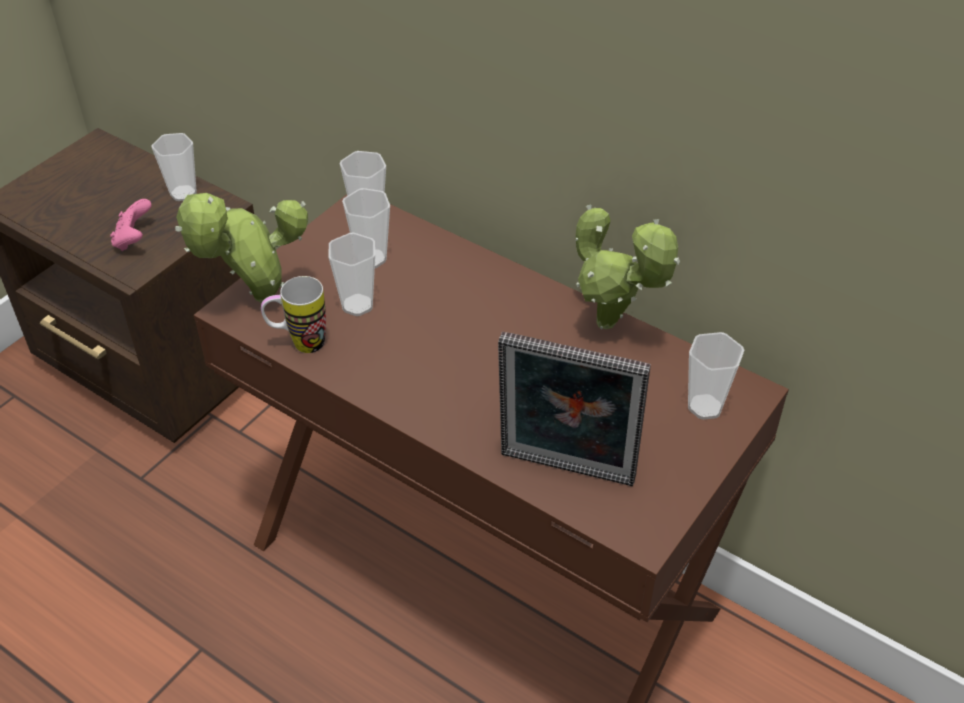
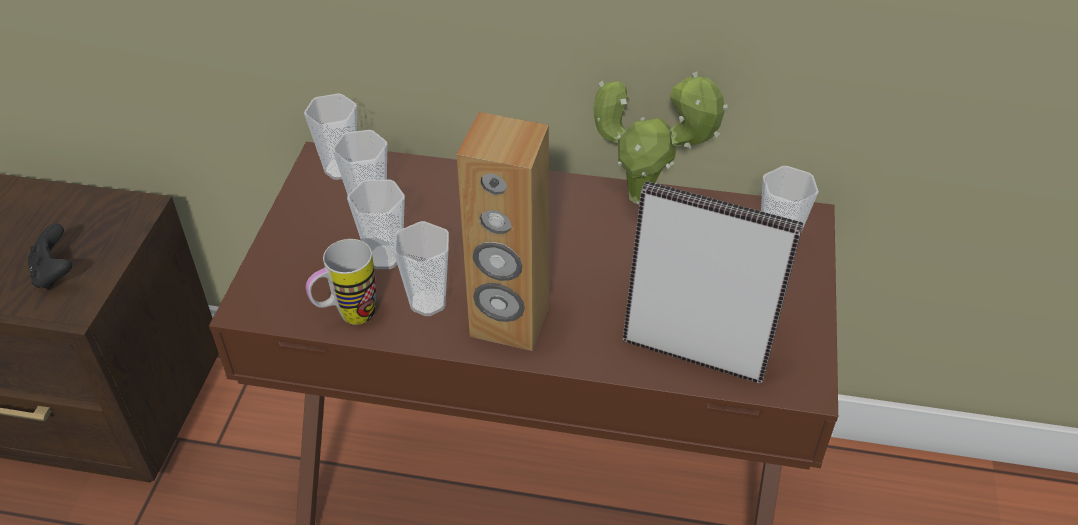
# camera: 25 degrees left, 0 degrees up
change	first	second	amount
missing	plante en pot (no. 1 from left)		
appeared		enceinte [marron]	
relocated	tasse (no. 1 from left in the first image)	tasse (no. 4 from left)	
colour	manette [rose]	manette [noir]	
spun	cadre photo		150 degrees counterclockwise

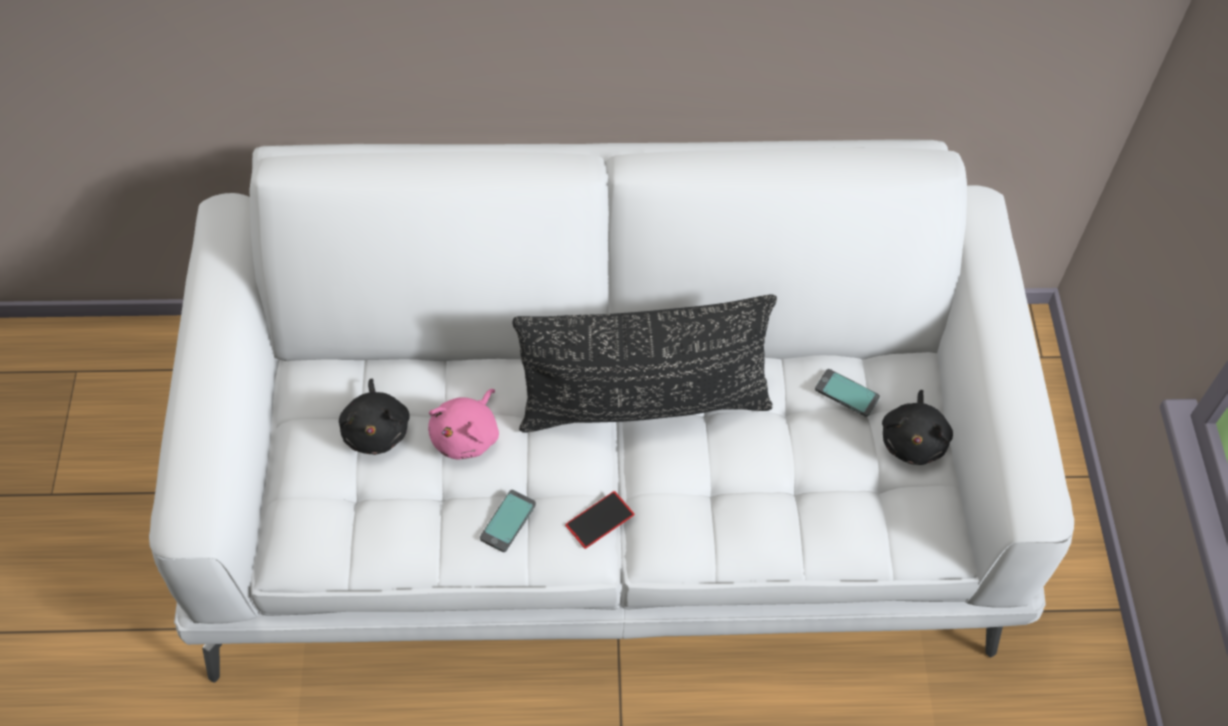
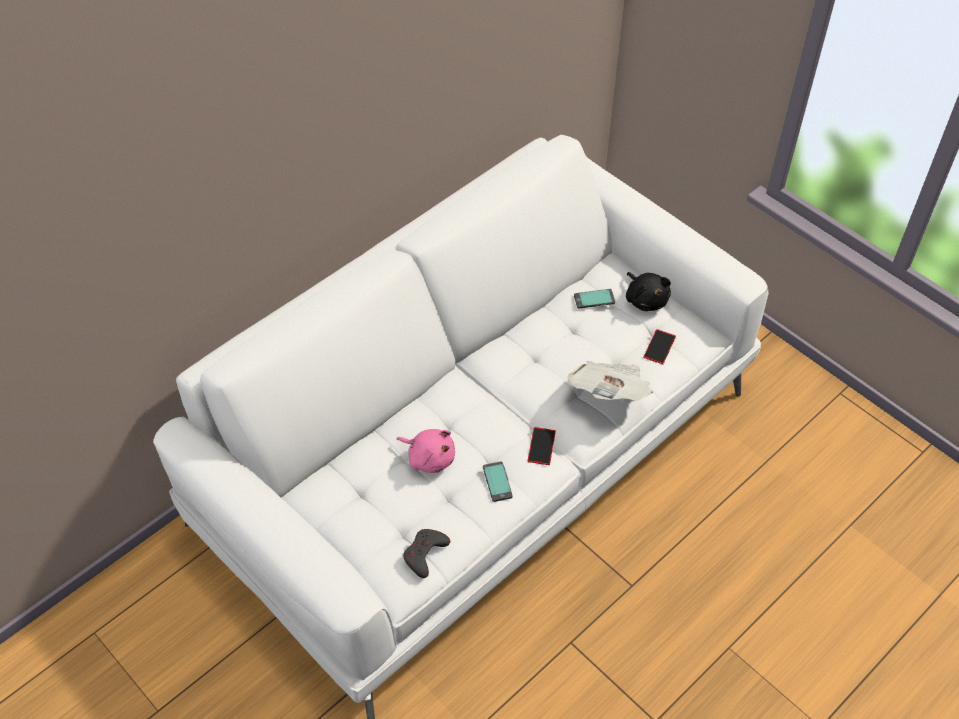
# camera: 40 degrees left, 5 degrees down
change	first	second	amount
missing	peluche [noir] (no. 1 from left)		
missing	coussin [noir]		
appeared		manette [gris]	
appeared		journal	
appeared		téléphone (no. 4 from left)	
spun	peluche [rose]		45 degrees counterclockwise

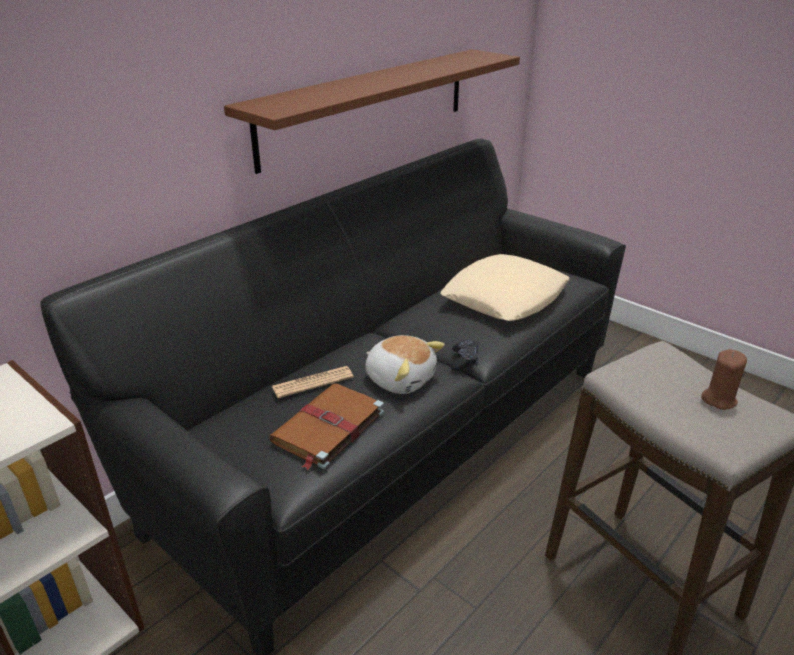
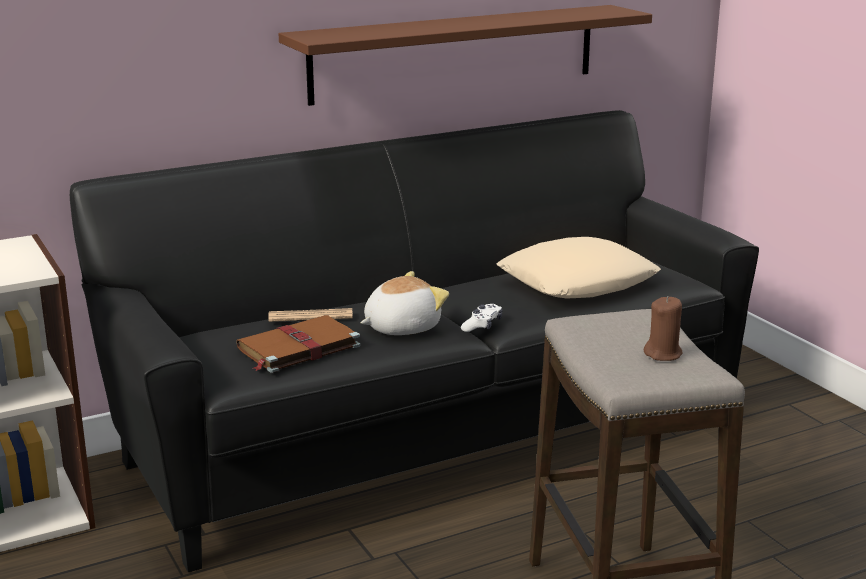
# camera: 20 degrees right, 10 degrees down
change	first	second	amount
colour	manette [noir]	manette [blanc]	
spun	peluche		90 degrees counterclockwise

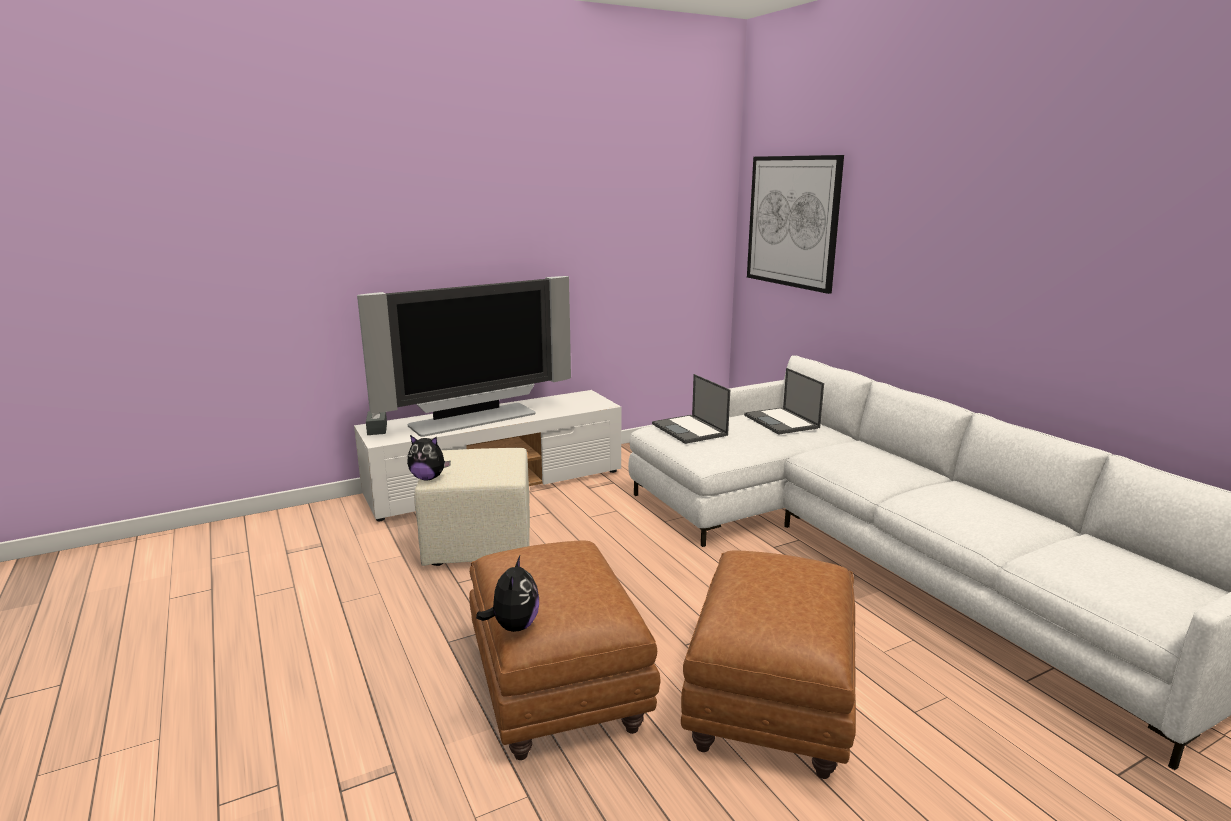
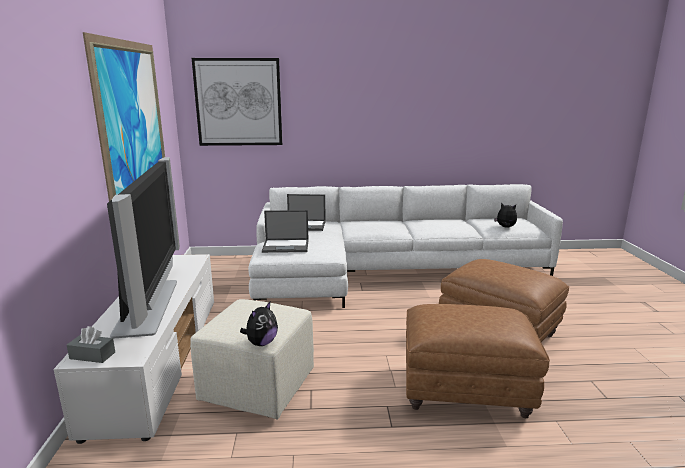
# camera: 65 degrees left, 0 degrees up
change	first	second	amount
appeared		tableau (no. 1 from left)	
relocated	peluche (no. 2 from left)		

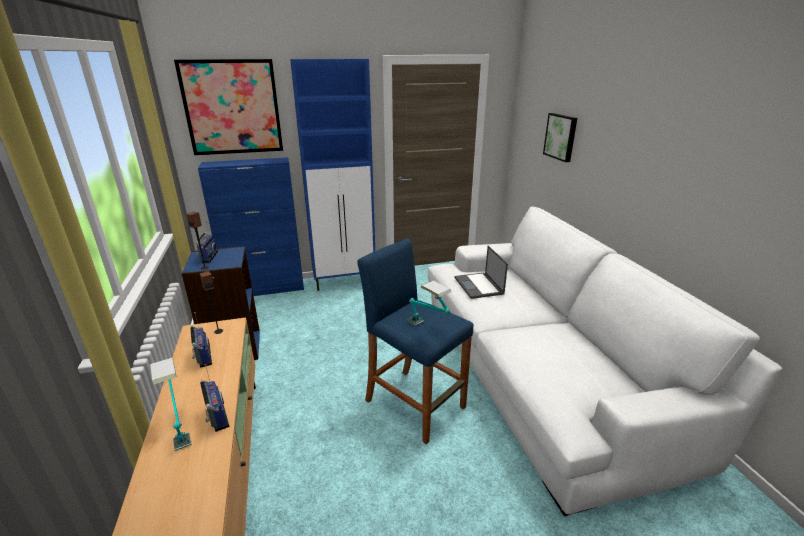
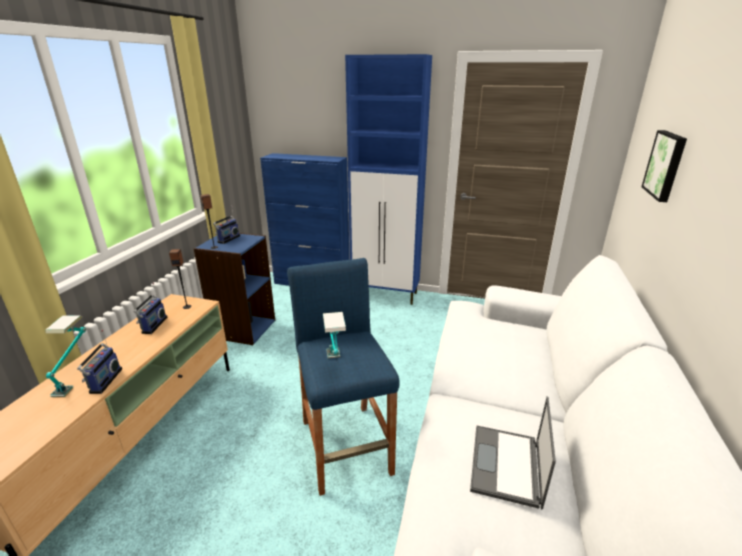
# camera: 30 degrees right, 0 degrees up
change	first	second	amount
missing	tableau (no. 1 from left)		
relocated	ordinateur portable		

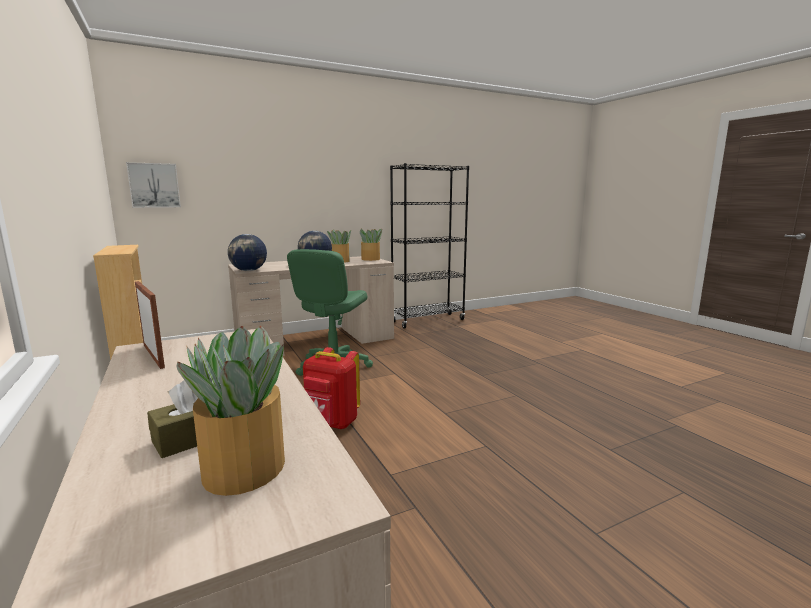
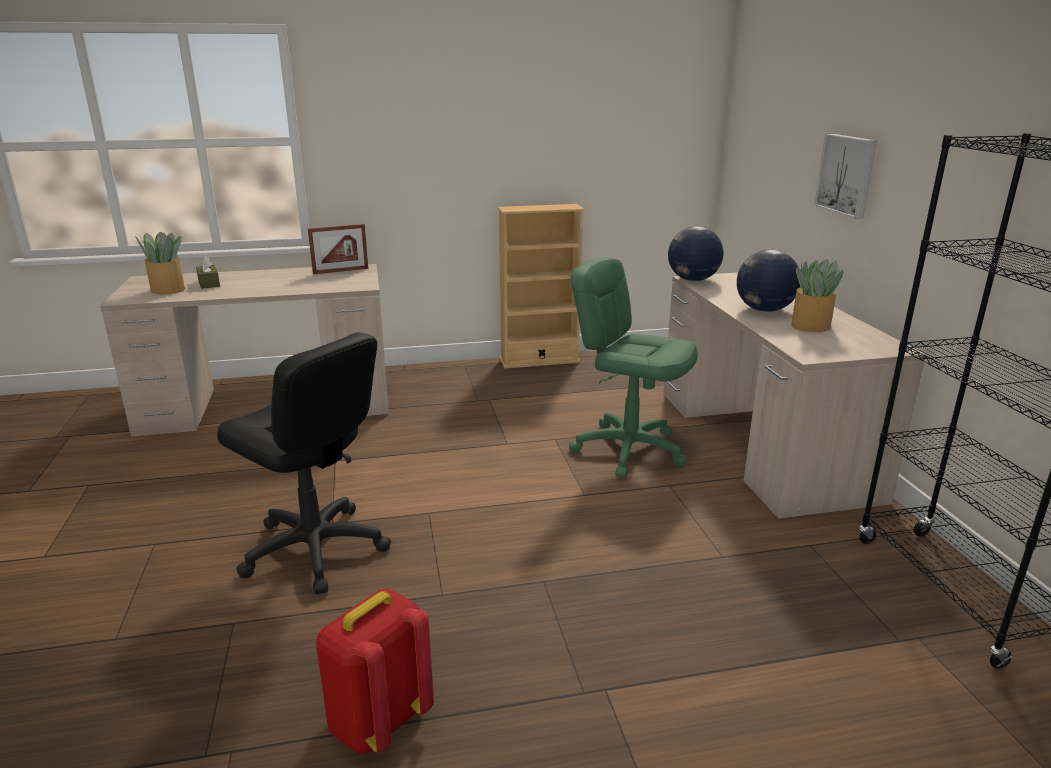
# camera: 105 degrees right, 10 degrees up
change	first	second	amount
missing	plante en pot (no. 3 from left)		
appeared		chaise de bureau [noir]	
relocated	tableau		
relocated	sac à dos [rouge]		

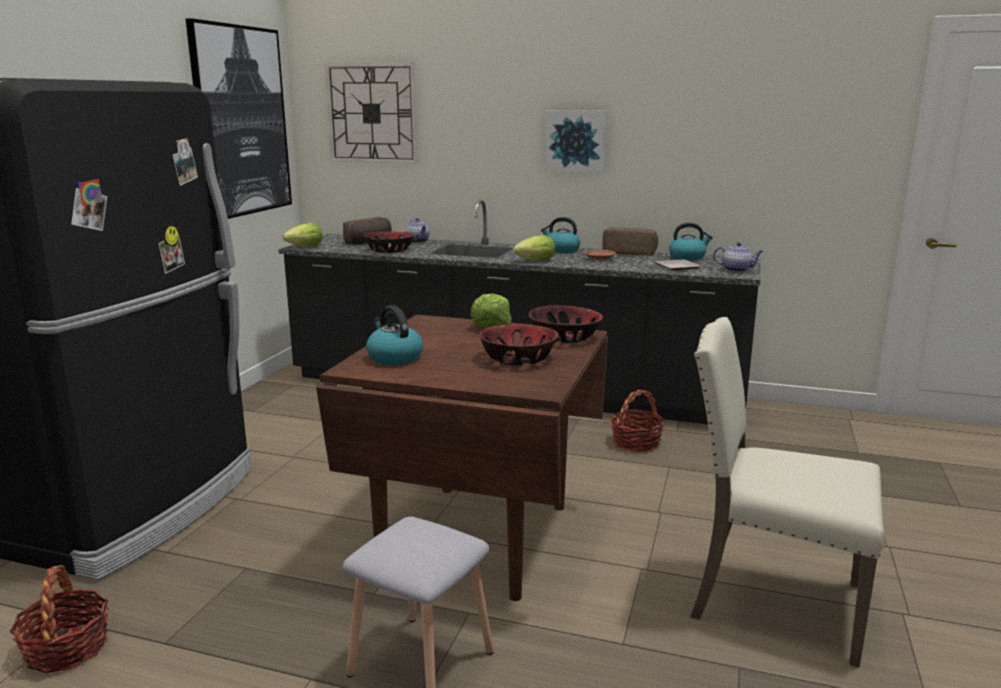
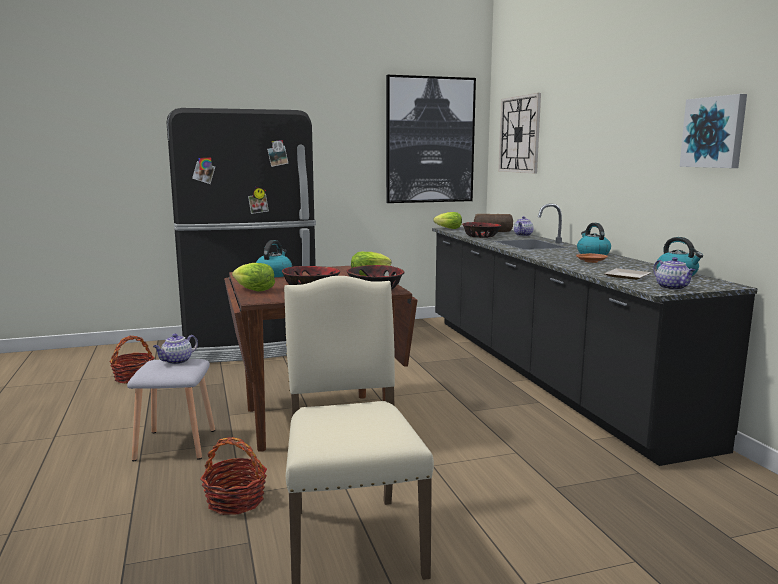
# camera: 55 degrees right, 5 degrees down
change	first	second	amount
missing	pain (no. 2 from left)		
appeared		théière (no. 1 from left)	
relocated	laitue (no. 3 from left in the first image)	laitue (no. 1 from left)	
relocated	tableau (no. 2 from left)		
relocated	panier (no. 2 from left)		

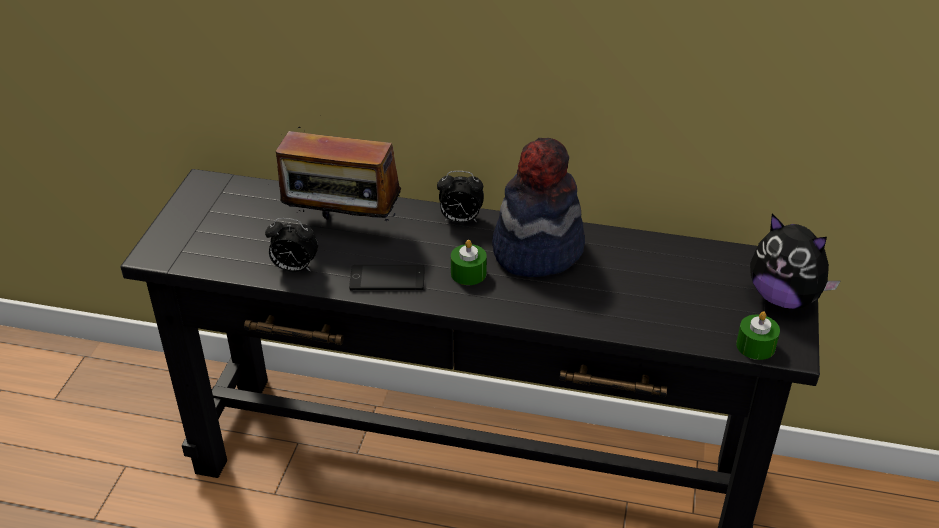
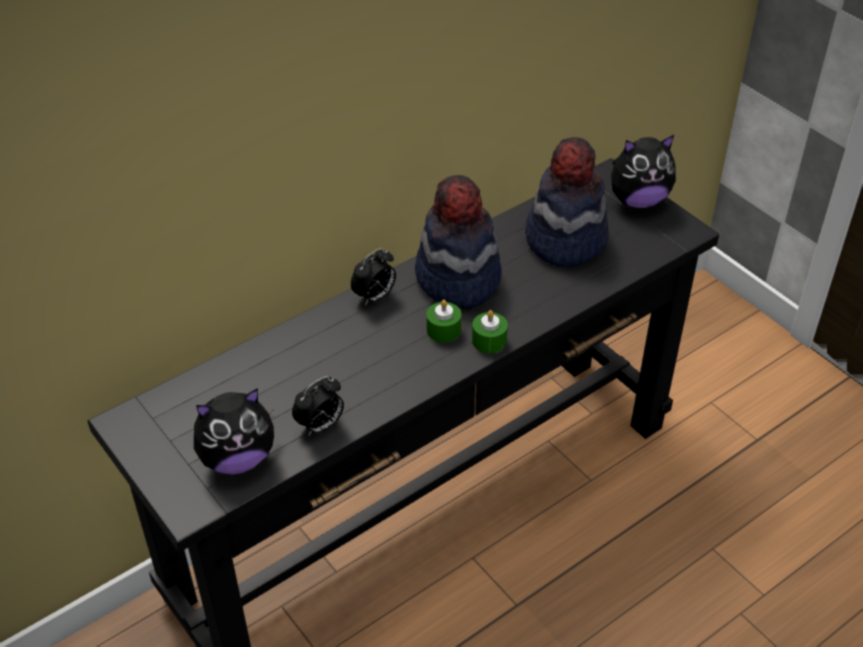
# camera: 50 degrees left, 5 degrees up
change	first	second	amount
missing	radio		
missing	téléphone		
appeared		peluche (no. 1 from left)	
appeared		chapeau (no. 2 from left)	
relocated	bougie [vert] (no. 2 from left)		

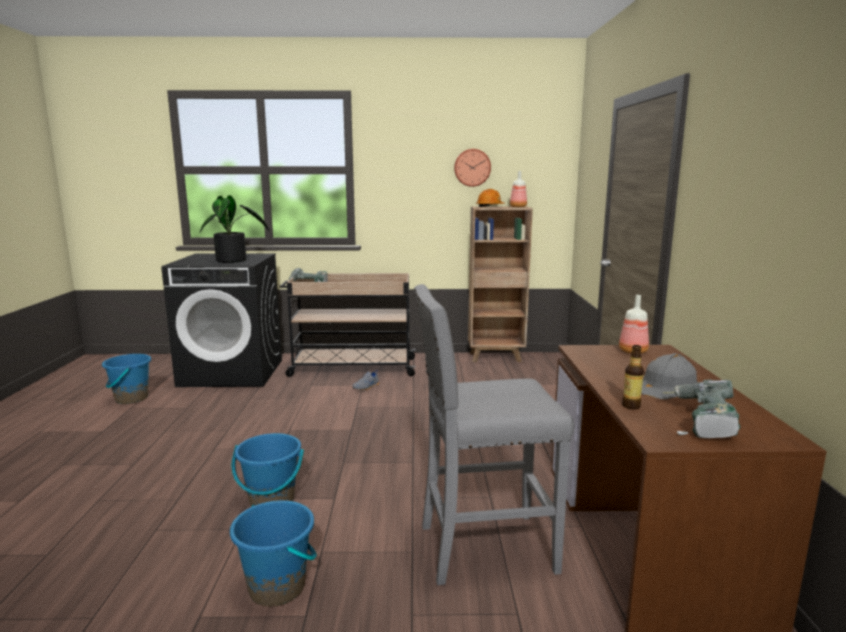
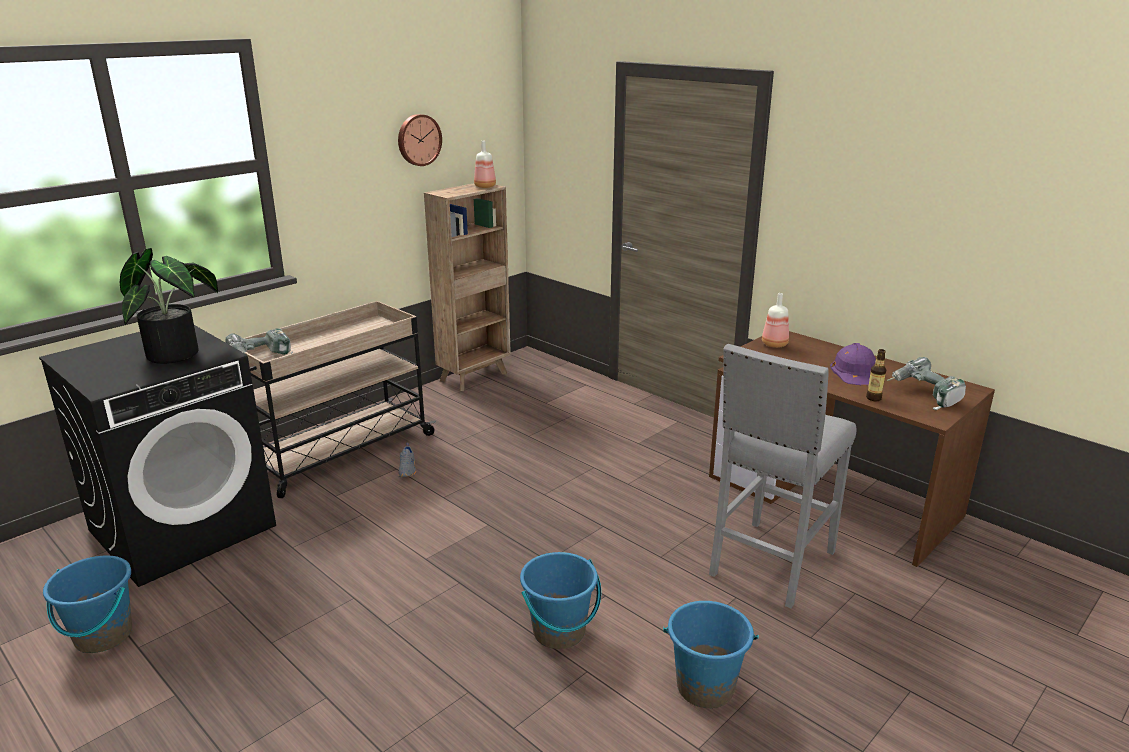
# camera: 45 degrees left, 10 degrees up
change	first	second	amount
missing	casque de chantier [orange]		
colour	casque de chantier [gris]	casque de chantier [violet]	

